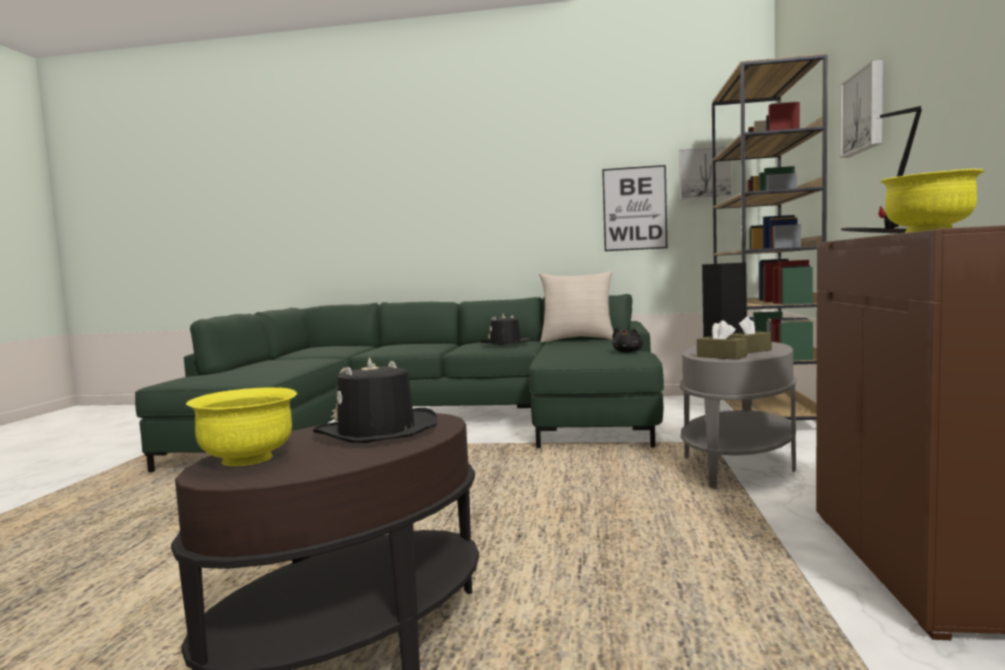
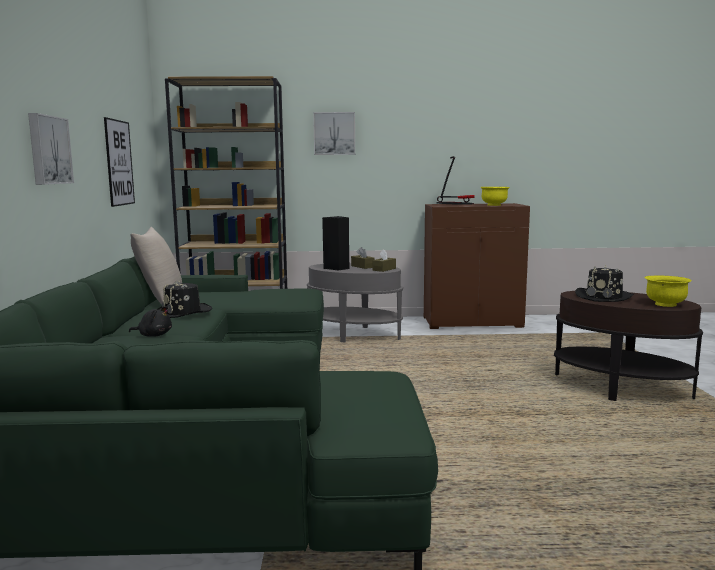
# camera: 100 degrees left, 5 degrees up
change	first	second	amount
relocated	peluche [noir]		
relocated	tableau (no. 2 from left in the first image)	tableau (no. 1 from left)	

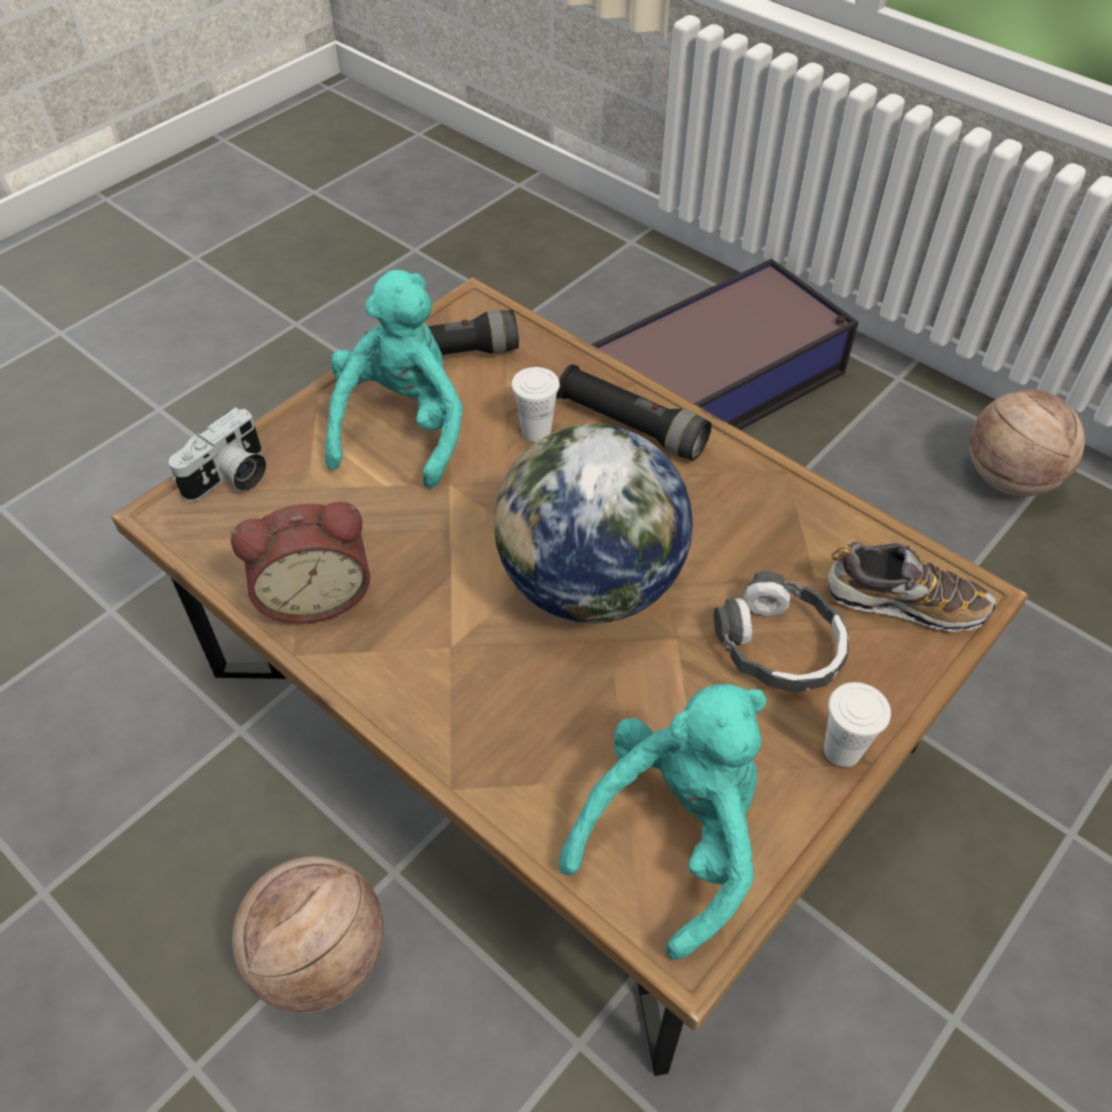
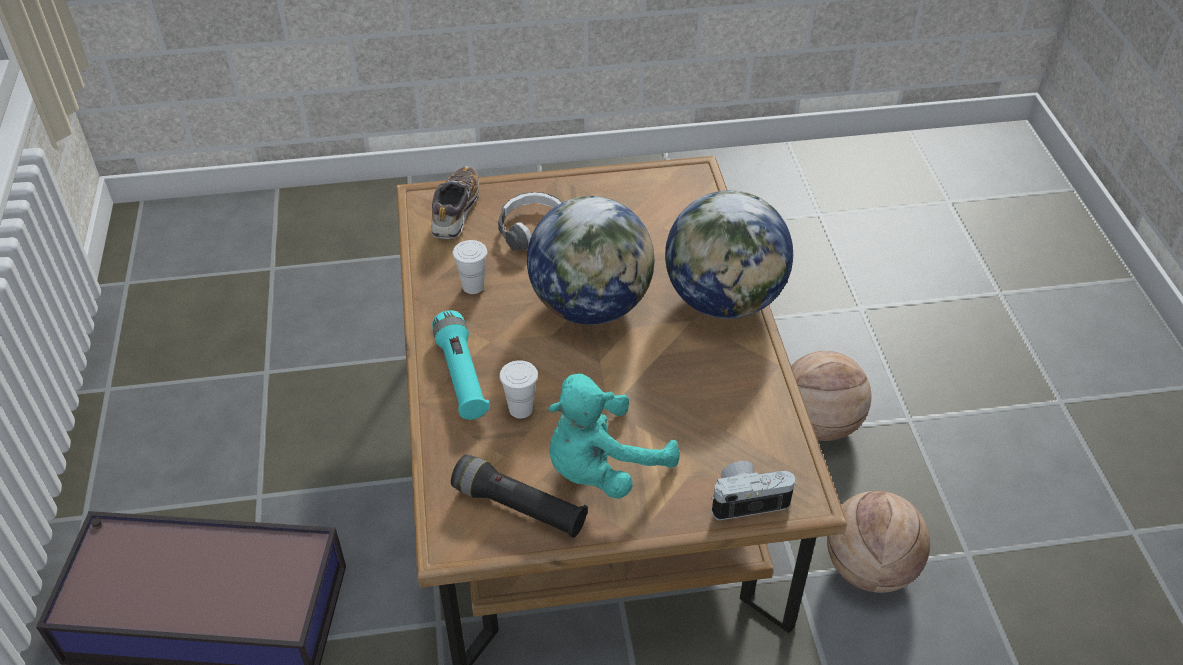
# camera: 140 degrees left, 5 degrees down
change	first	second	amount
missing	réveil		
missing	peluche [turquoise] (no. 2 from left)		
appeared		globe (no. 2 from left)	
relocated	tasse [blanc] (no. 2 from left in the first image)	tasse [blanc] (no. 1 from left)	
relocated	ballon de basket (no. 2 from left)		
colour	lampe de poche [noir] (no. 2 from left)	lampe de poche [turquoise]	
spun	chaussure		45 degrees clockwise

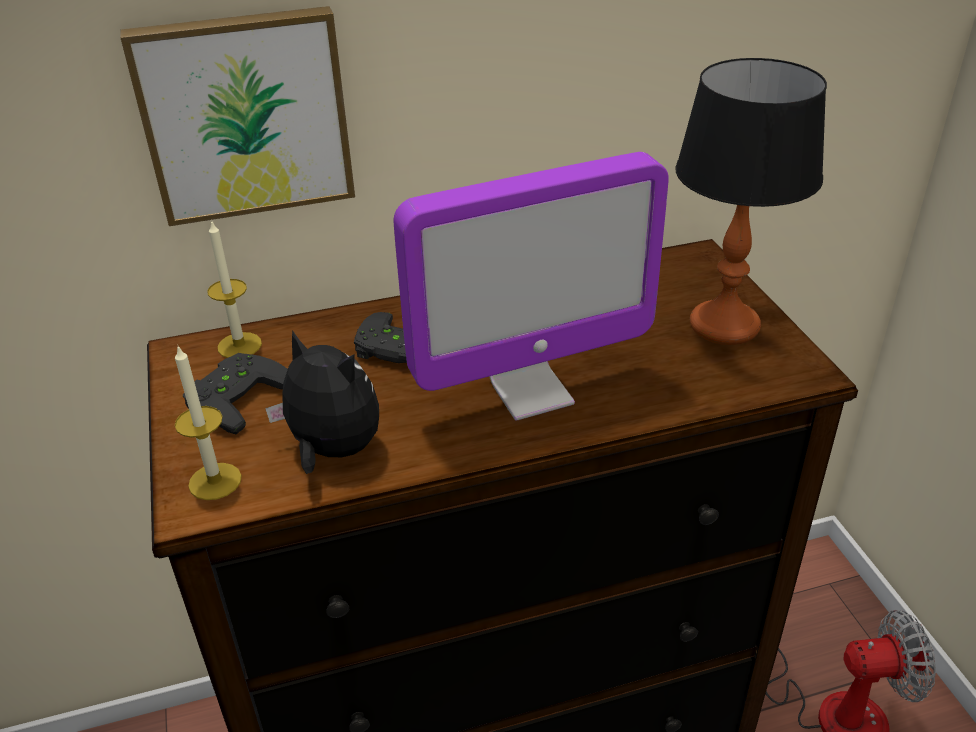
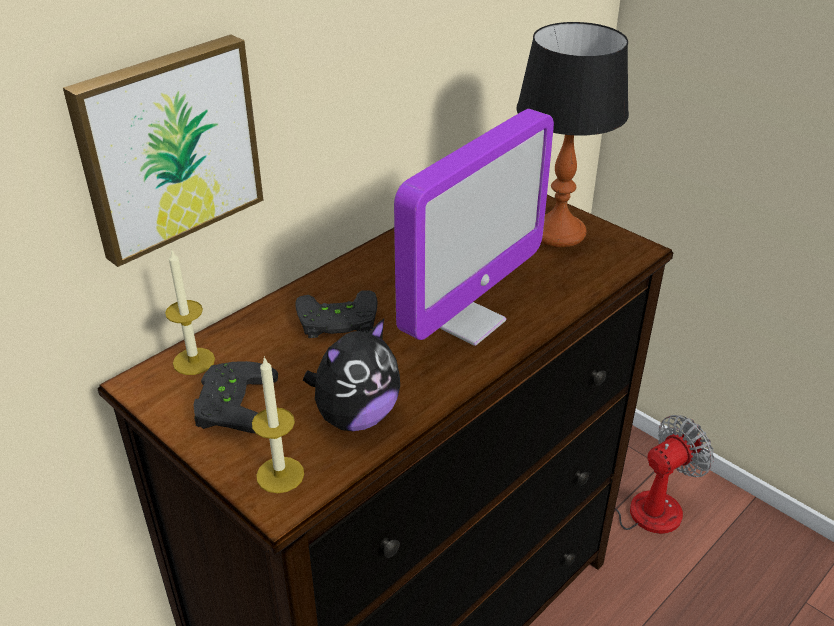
# camera: 30 degrees left, 0 degrees up
change	first	second	amount
spun	peluche		135 degrees clockwise

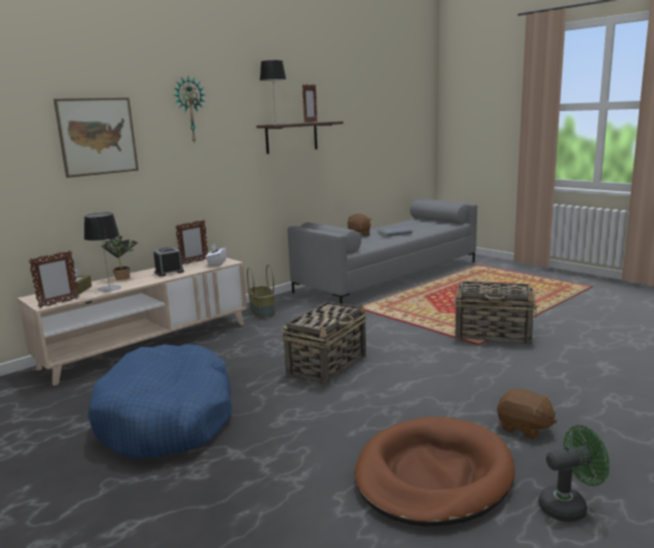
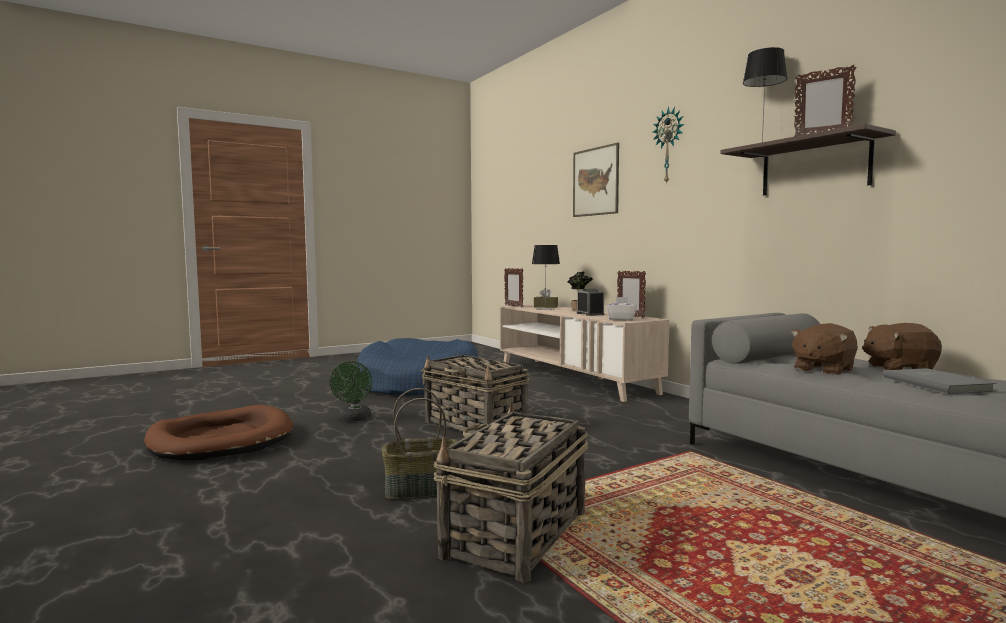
# camera: 100 degrees right, 10 degrees down
change	first	second	amount
relocated	panier (no. 1 from left)		
relocated	peluche [marron] (no. 2 from left in the first image)	peluche [marron] (no. 1 from left)	
relocated	ventilateur [vert]		

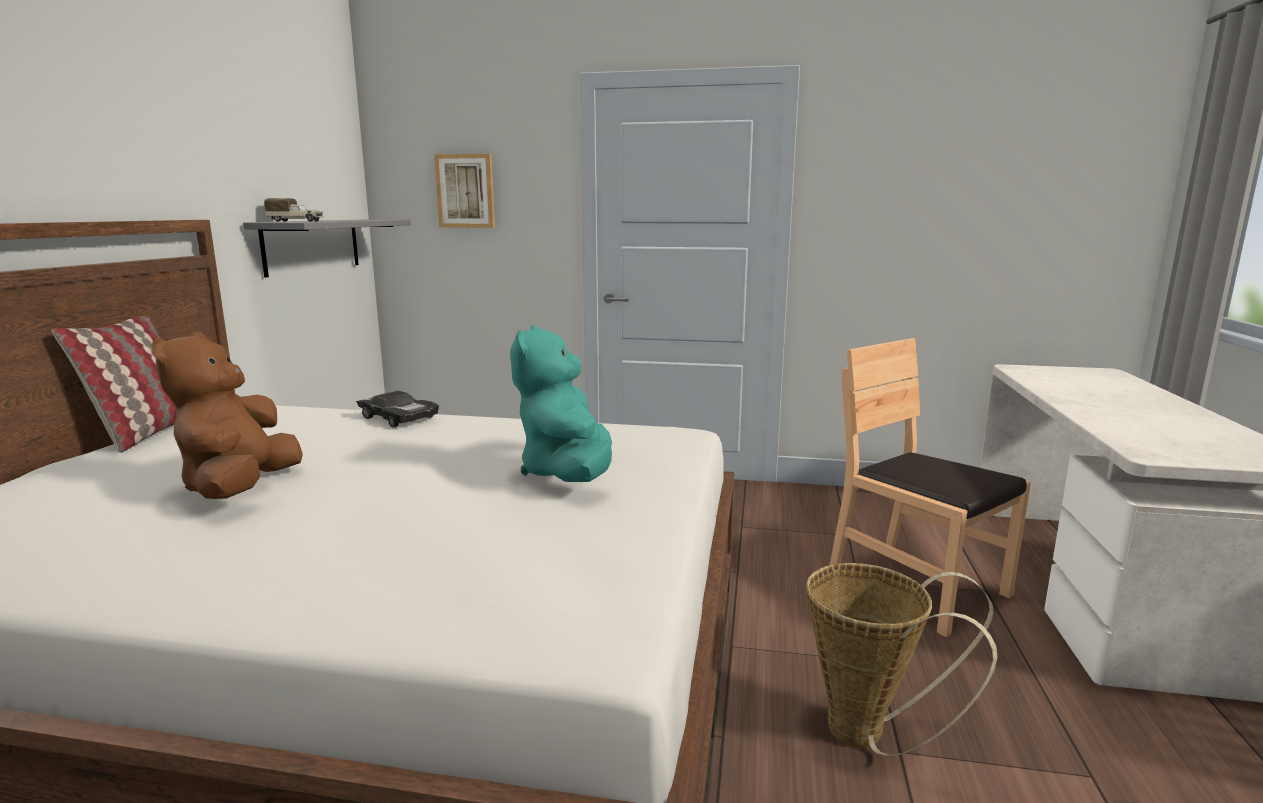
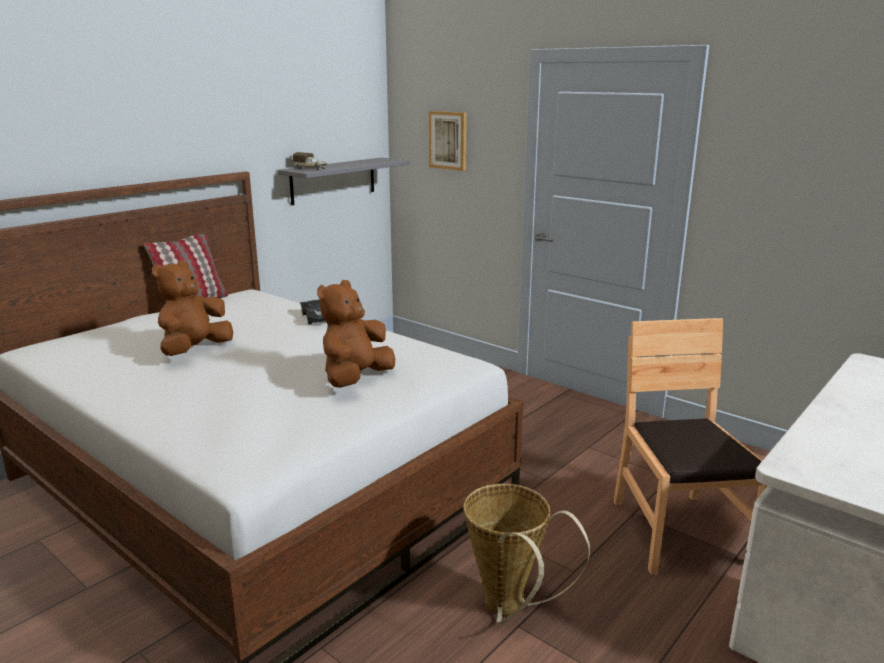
# camera: 30 degrees right, 5 degrees up
change	first	second	amount
colour	peluche [turquoise]	peluche [marron] (no. 2 from left)	

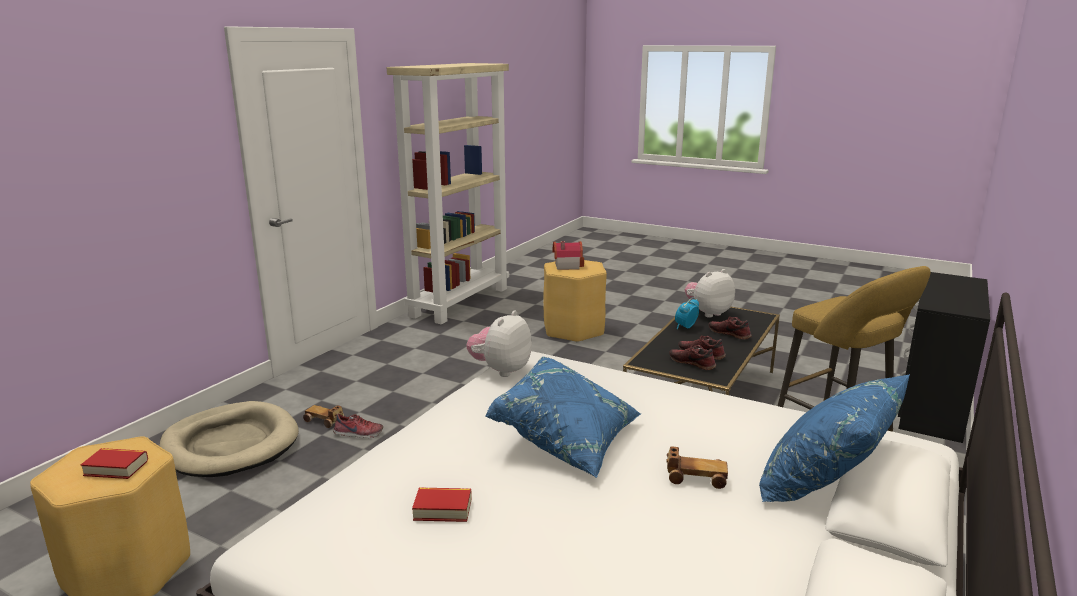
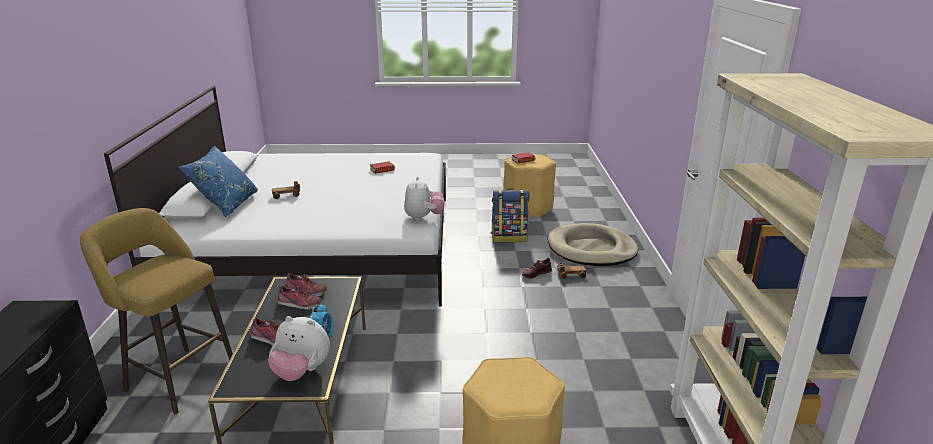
# camera: 150 degrees right, 5 degrees up
change	first	second	amount
missing	coussin [bleu] (no. 1 from left)		
missing	maison miniature		
appeared		sac à dos	
spun	peluche (no. 2 from left in the first image)	peluche (no. 1 from left)	75 degrees clockwise

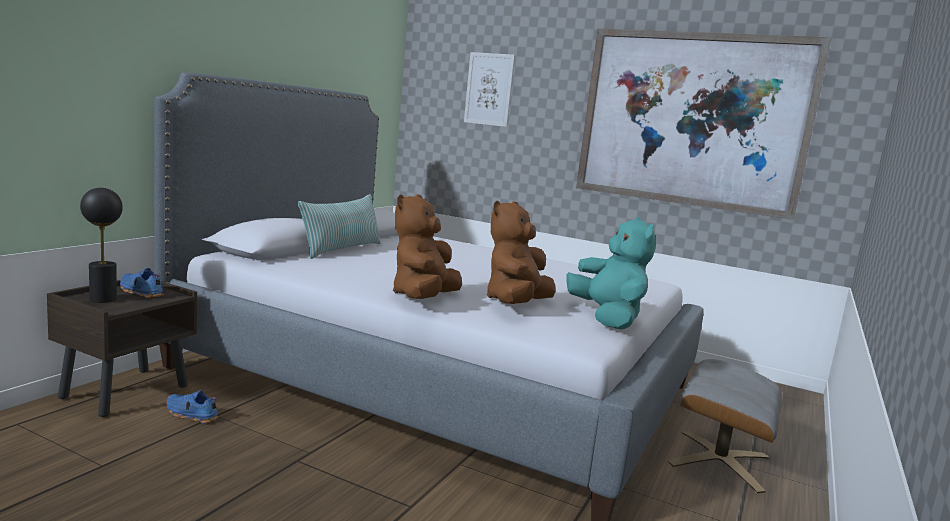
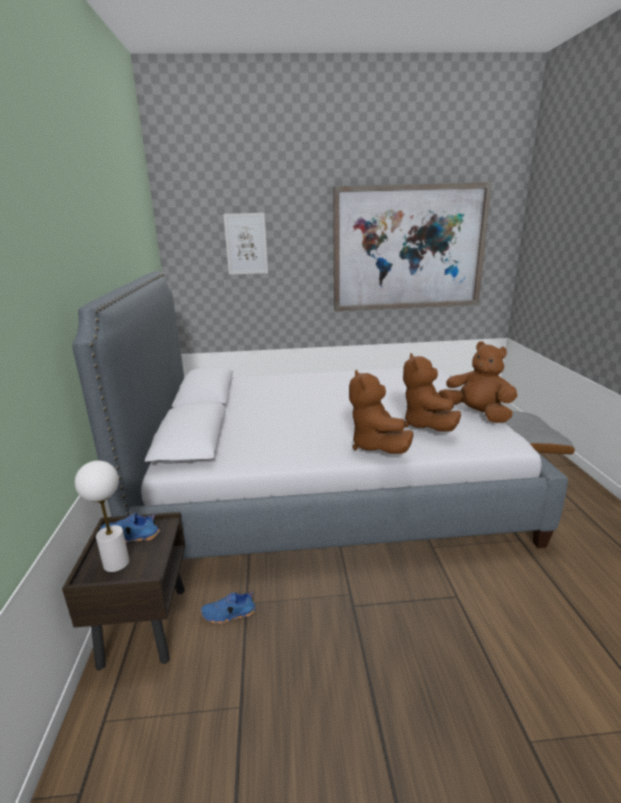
# camera: 30 degrees left, 10 degrees up
change	first	second	amount
missing	coussin		
colour	lampe de table [noir]	lampe de table [blanc]	
colour	peluche [turquoise]	peluche [marron] (no. 3 from left)	

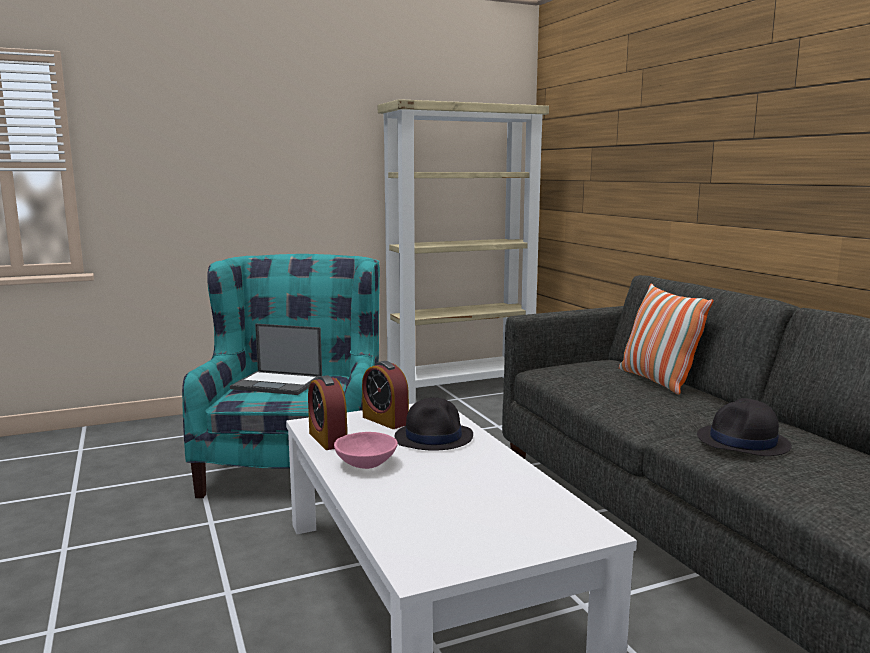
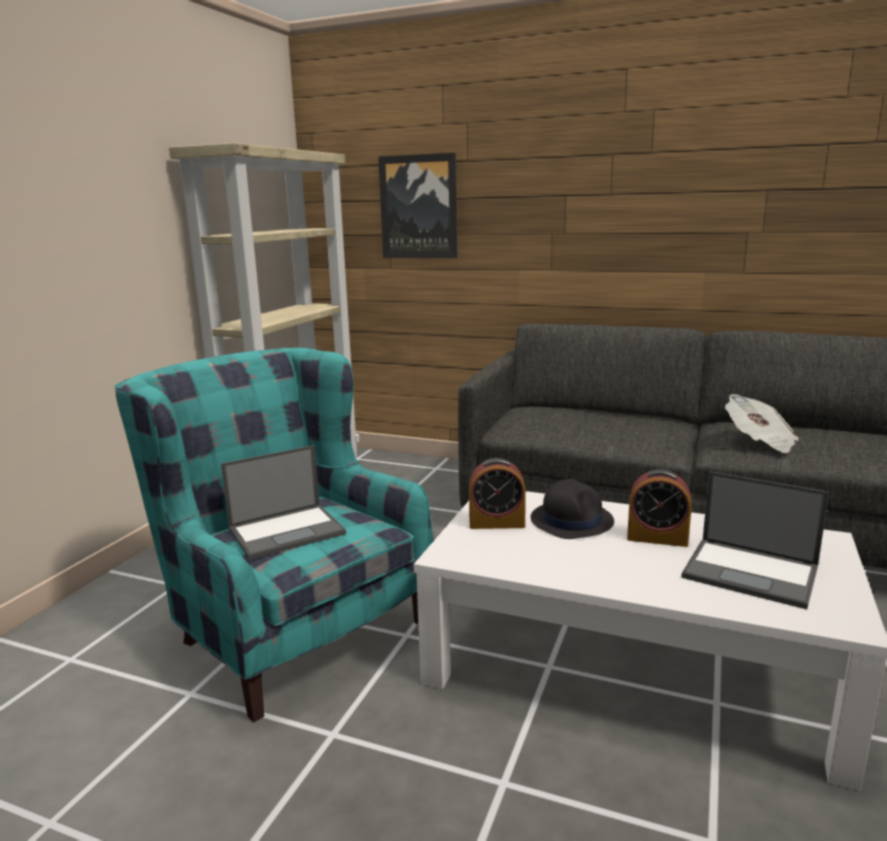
# camera: 45 degrees left, 5 degrees up
change	first	second	amount
missing	bol [rose]		
missing	coussin		
appeared		tableau	
appeared		ordinateur portable (no. 2 from left)	
relocated	réveil (no. 1 from left in the first image)	réveil (no. 2 from left)	
exchanged	chapeau [noir] (no. 2 from left)	journal	

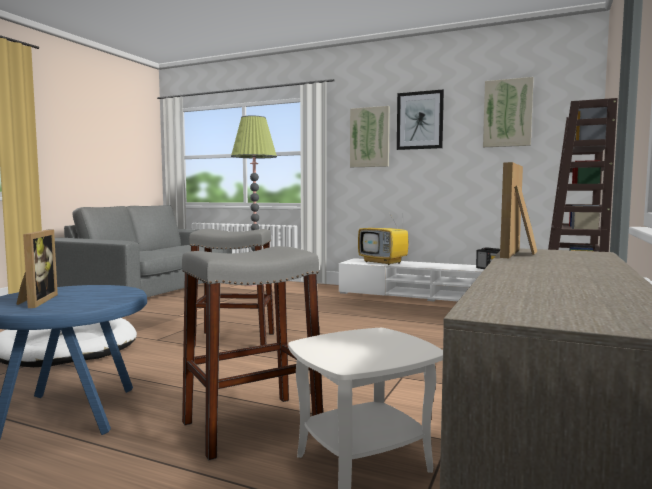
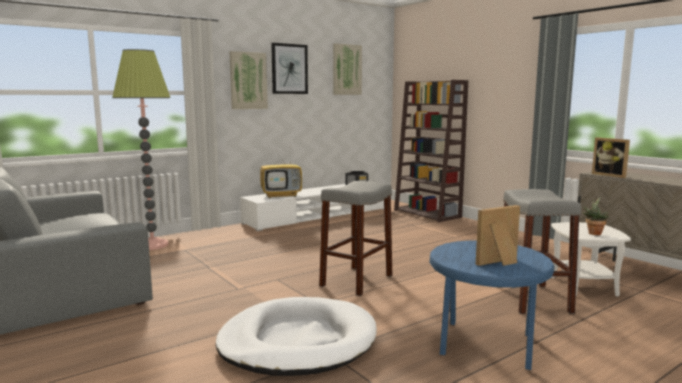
# camera: 60 degrees left, 5 degrees up
change	first	second	amount
appeared		plante en pot	
spun	cadre photo (no. 1 from left)		45 degrees counterclockwise

